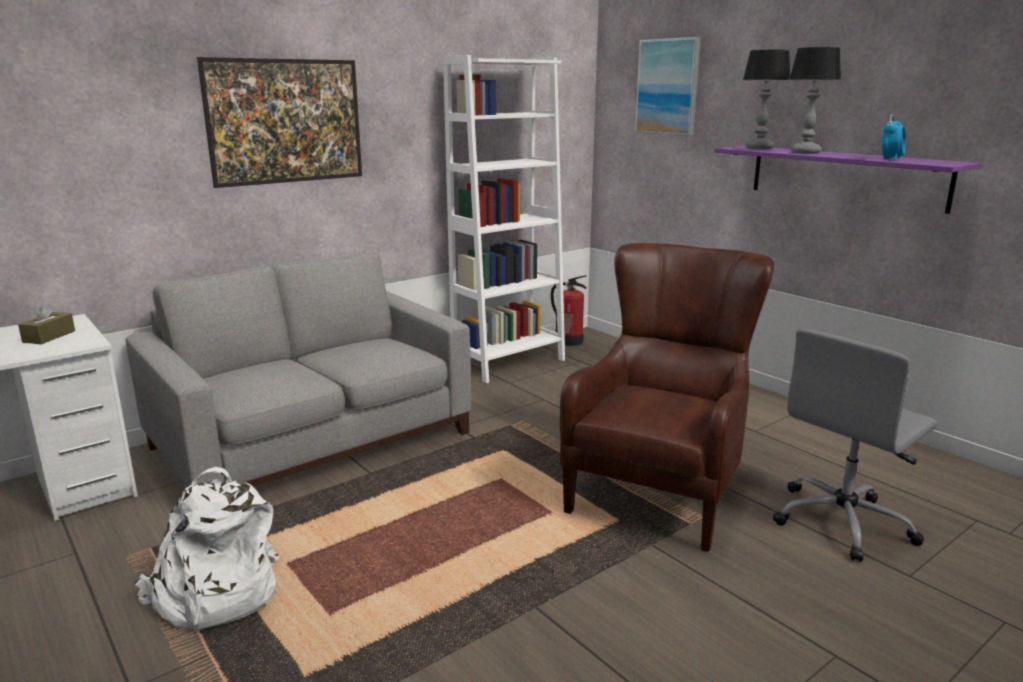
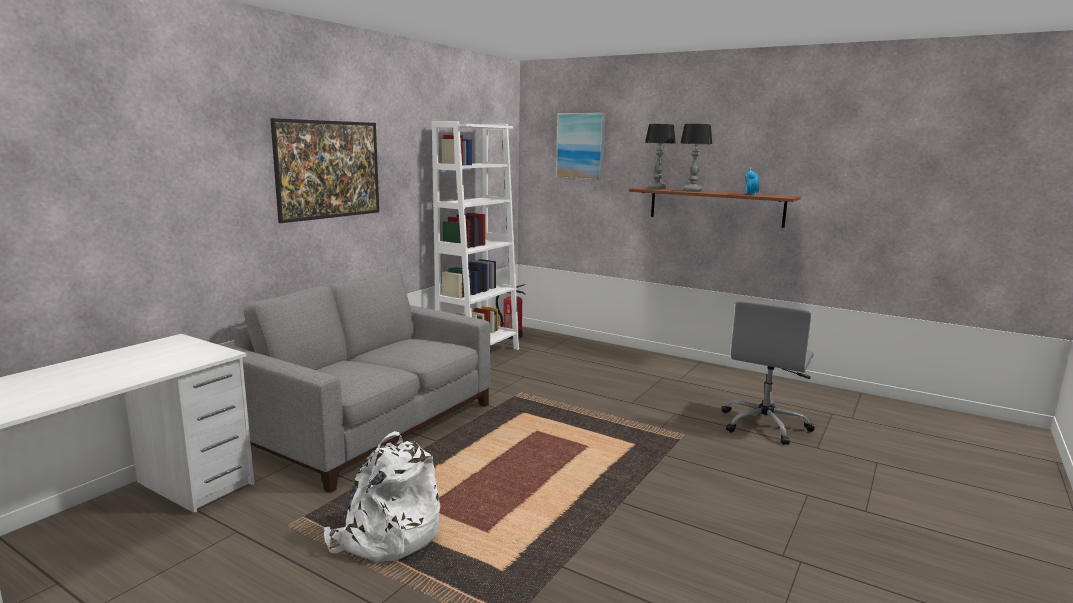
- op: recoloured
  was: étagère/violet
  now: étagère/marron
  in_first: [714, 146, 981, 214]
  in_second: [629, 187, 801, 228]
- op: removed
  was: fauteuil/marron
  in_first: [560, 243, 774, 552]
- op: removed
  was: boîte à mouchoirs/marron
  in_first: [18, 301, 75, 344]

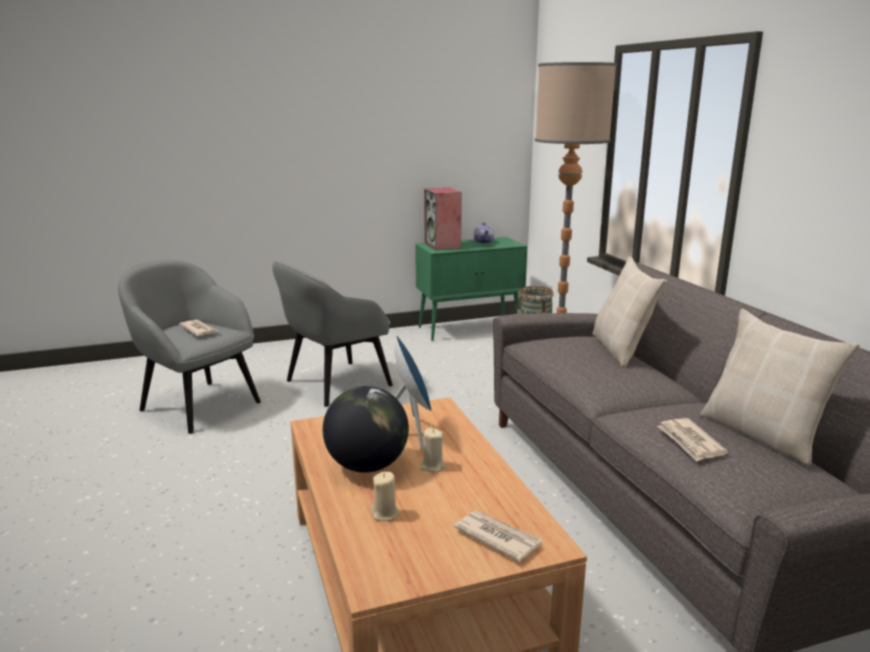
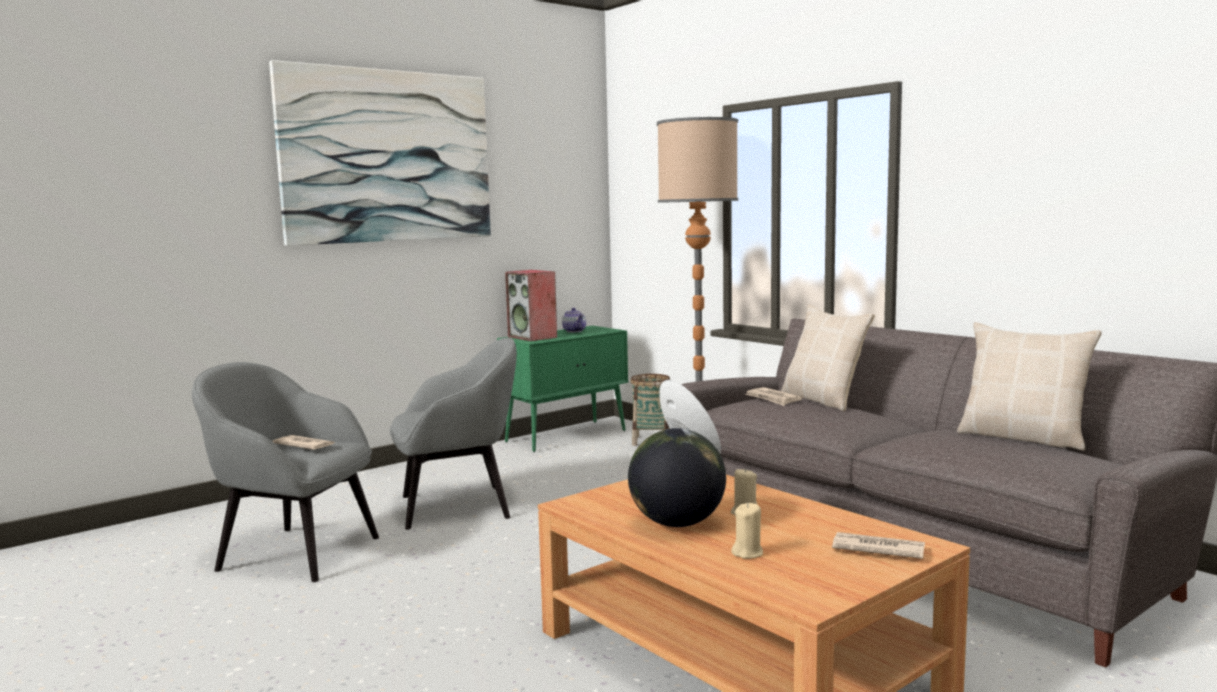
- op: turned
  was: fauteuil/gris
  in_first: [272, 261, 393, 407]
  in_second: [390, 337, 517, 530]
  clockwise: -135
- op: moved
  was: journal
  in_first: [657, 418, 728, 462]
  in_second: [745, 387, 803, 406]
- op: added
  now: tableau
  in_second: [269, 60, 491, 246]

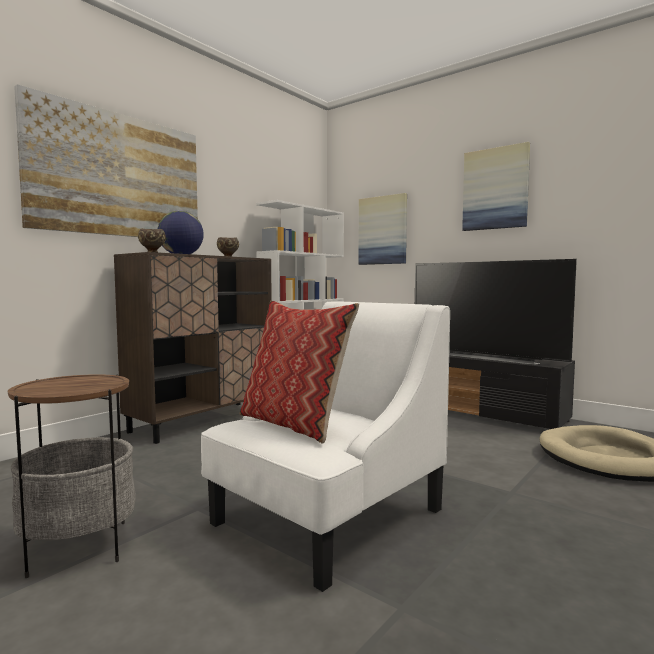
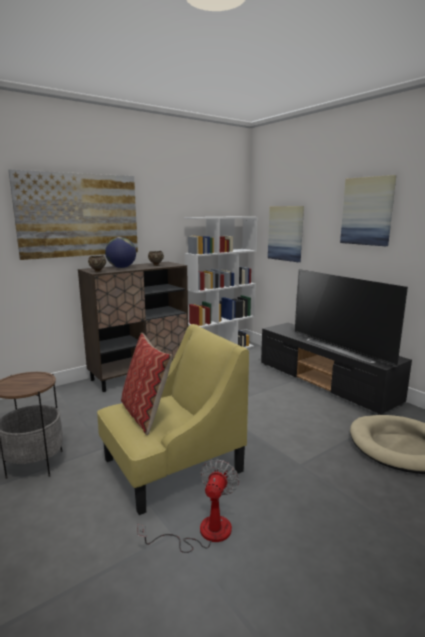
- op: recoloured
  was: fauteuil/blanc
  now: fauteuil/jaune
  in_first: [201, 301, 450, 592]
  in_second: [97, 324, 249, 515]
- op: added
  now: ventilateur
  in_second: [137, 459, 239, 553]

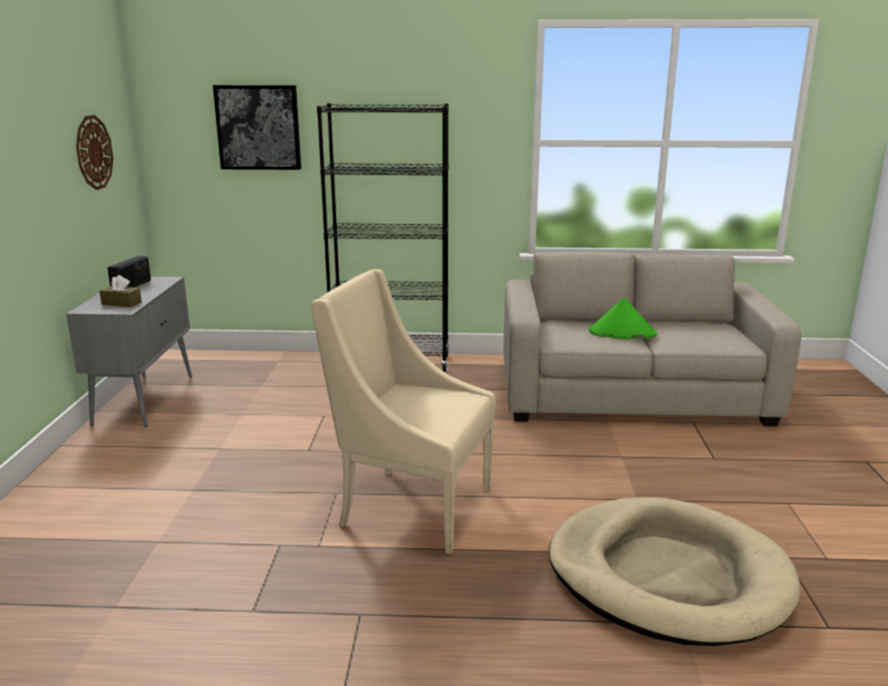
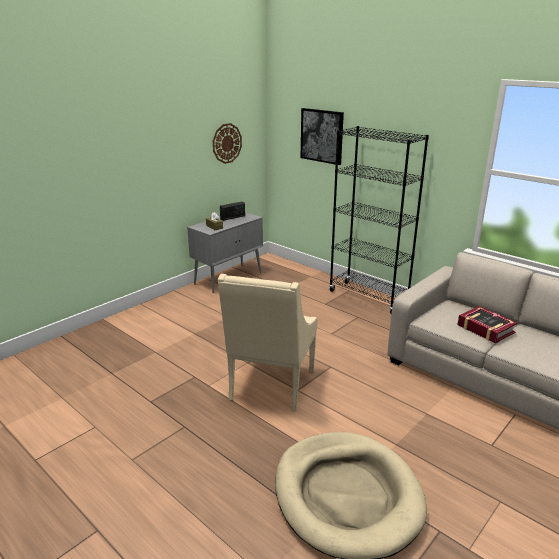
- op: turned
  was: fauteuil/beige
  in_first: [311, 269, 496, 554]
  in_second: [218, 274, 317, 412]
  clockwise: -135
- op: replaced
  was: chapeau/vert
  now: livre
  in_first: [589, 297, 657, 339]
  in_second: [457, 306, 517, 343]

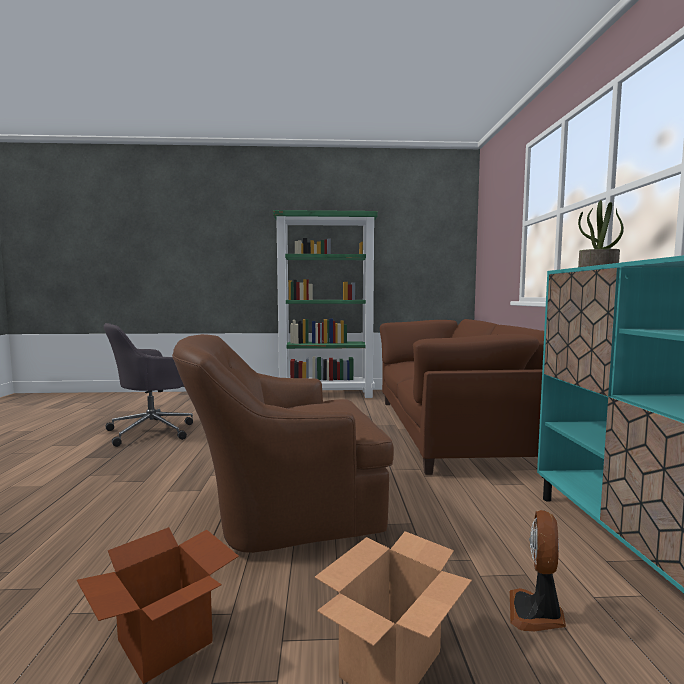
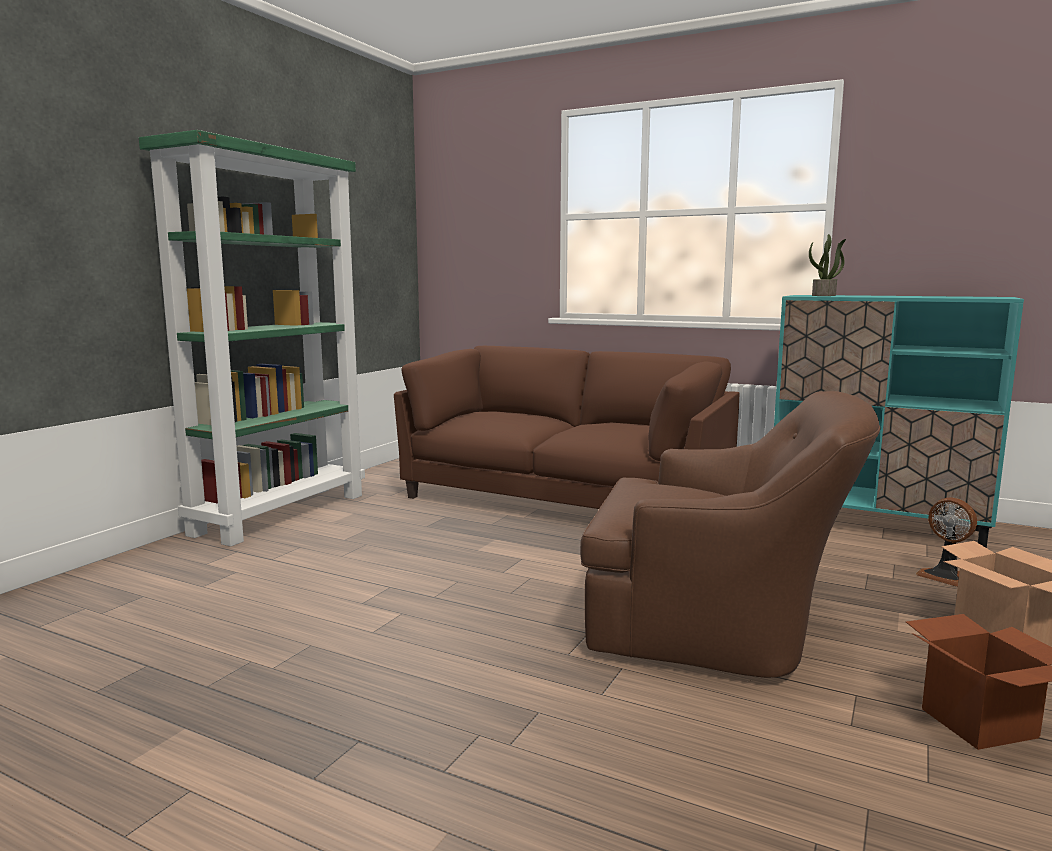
- op: removed
  was: chaise de bureau/gris
  in_first: [104, 323, 193, 447]
- op: turned
  was: fauteuil/marron
  in_first: [172, 334, 394, 553]
  in_second: [580, 391, 880, 678]
  clockwise: -90

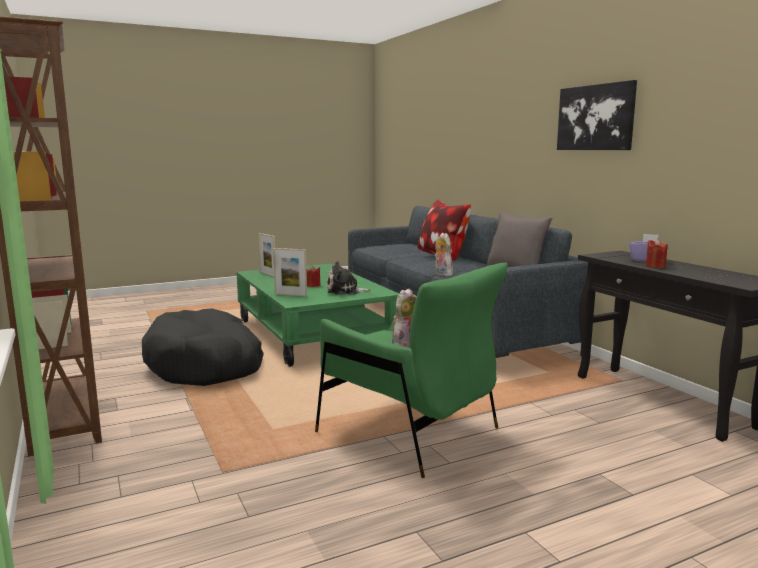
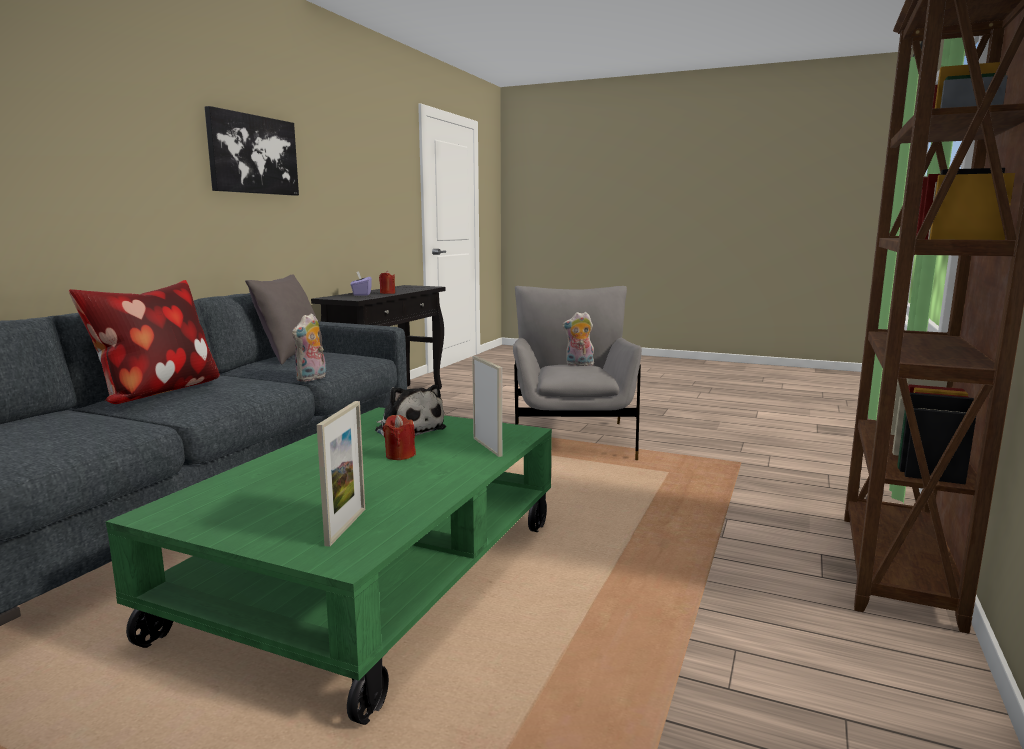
- op: recoloured
  was: fauteuil/vert
  now: fauteuil/gris
  in_first: [315, 263, 508, 478]
  in_second: [513, 286, 642, 460]
- op: removed
  was: panier pour chien/noir
  in_first: [142, 308, 264, 386]

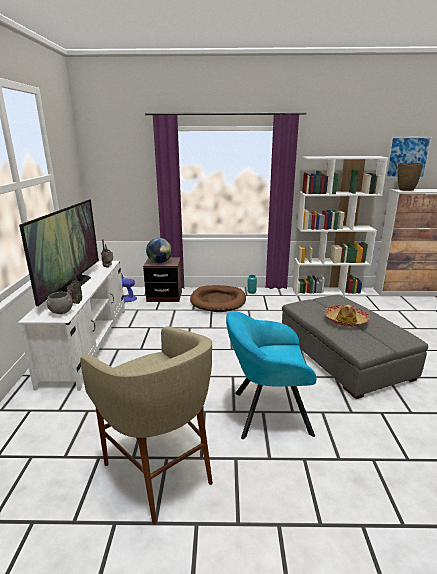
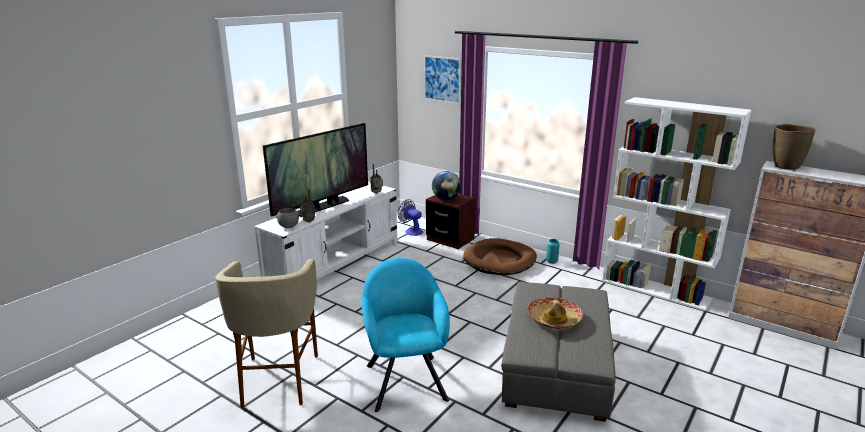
- op: moved
  was: tableau
  in_first: [385, 137, 432, 178]
  in_second: [424, 55, 461, 104]
- op: turned
  was: fauteuil/turquoise
  in_first: [226, 311, 316, 439]
  in_second: [362, 258, 450, 412]
  clockwise: 45

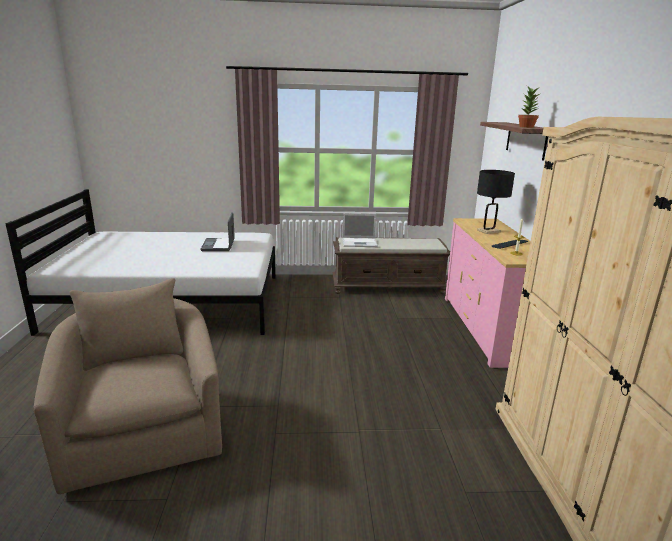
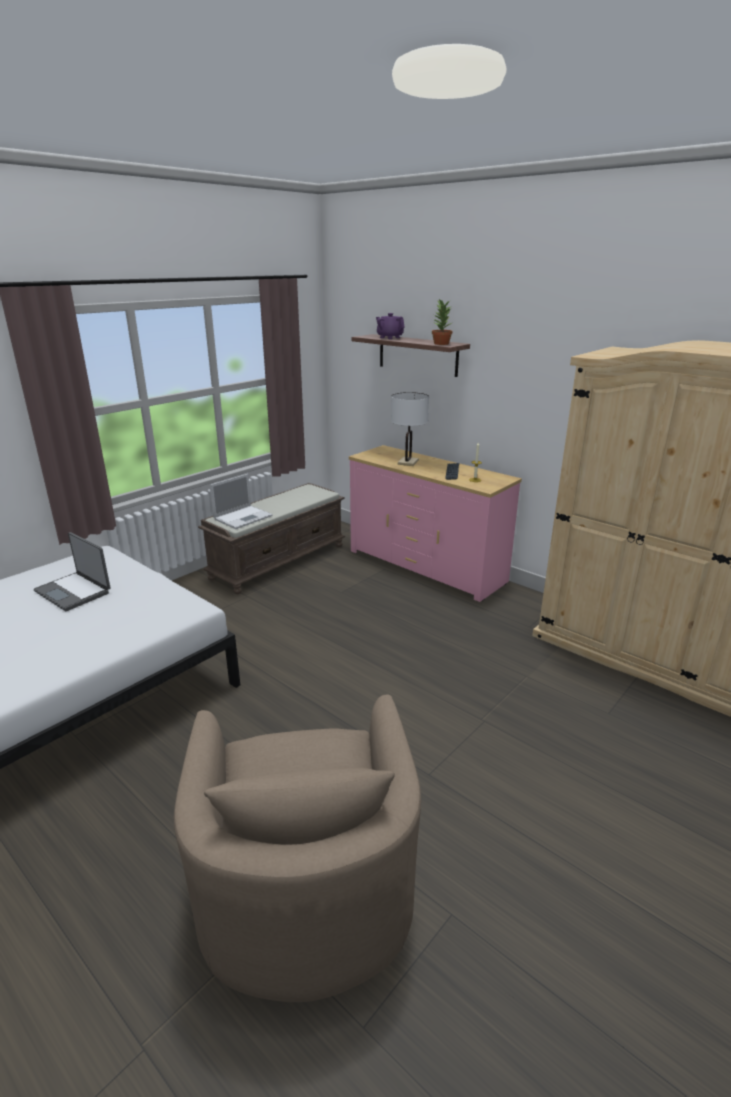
- op: recoloured
  was: lampe de table/noir
  now: lampe de table/blanc
  in_first: [477, 170, 515, 234]
  in_second: [391, 392, 429, 466]
- op: turned
  was: fauteuil/beige
  in_first: [33, 278, 222, 494]
  in_second: [174, 694, 421, 1002]
  clockwise: -120
- op: added
  now: théière/violet
  in_second: [376, 313, 405, 339]

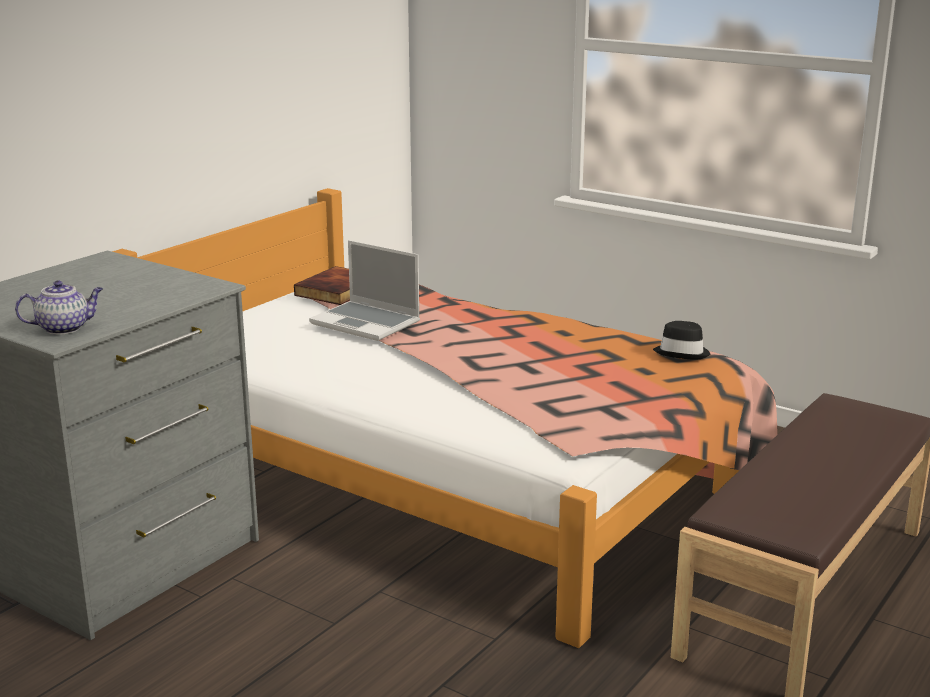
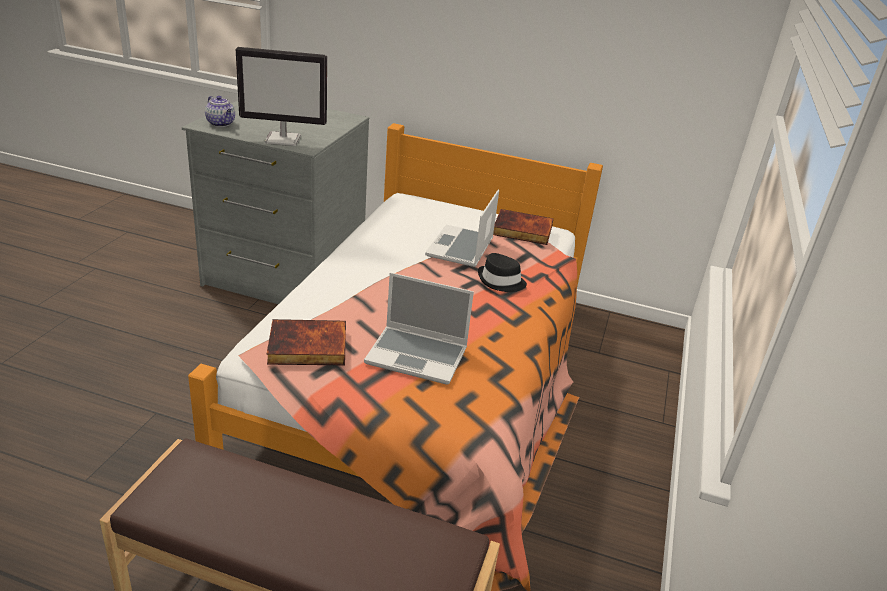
- op: moved
  was: chapeau/noir
  in_first: [653, 321, 710, 360]
  in_second: [478, 253, 527, 292]
- op: added
  now: écran d'ordinateur
  in_second: [236, 47, 327, 146]
- op: added
  now: ordinateur portable
  in_second: [364, 273, 474, 385]
- op: added
  now: livre
  in_second: [267, 319, 346, 365]

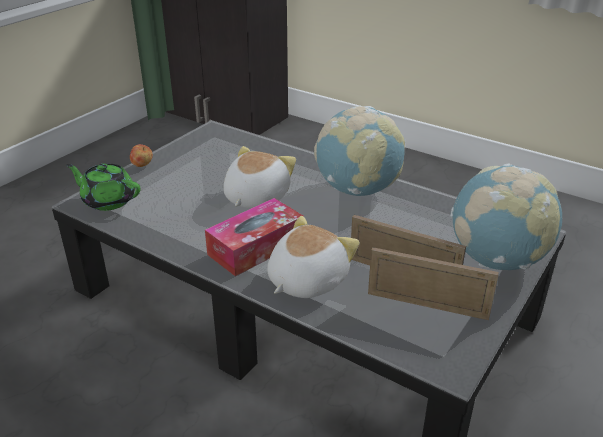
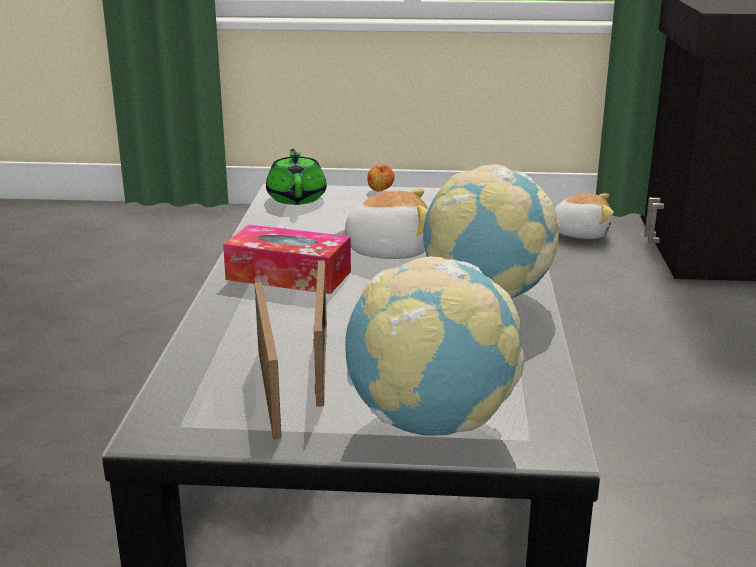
- op: moved
  was: peluche
  in_first: [267, 216, 360, 298]
  in_second: [555, 193, 614, 239]

